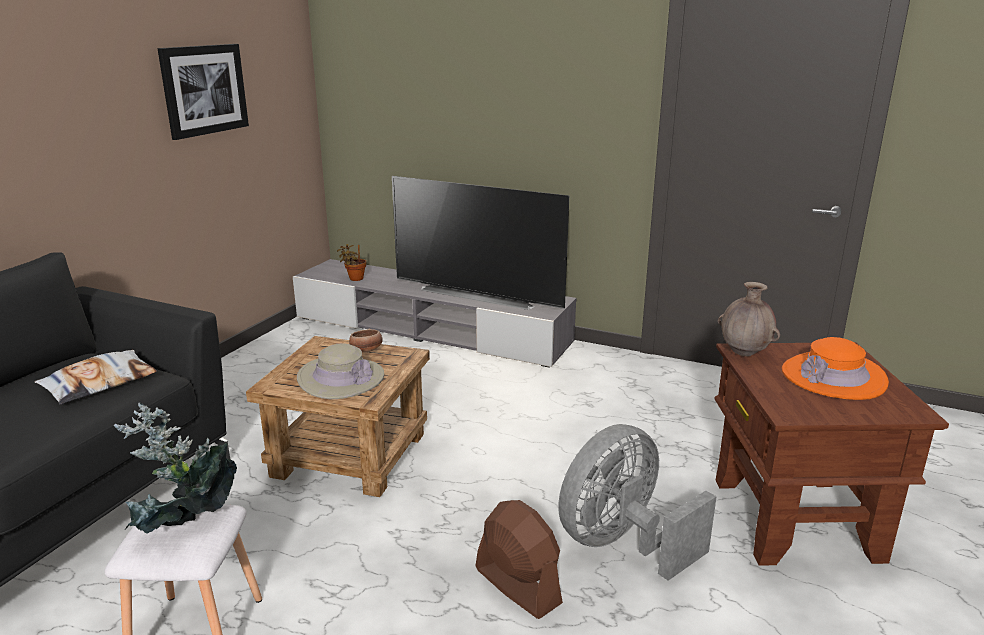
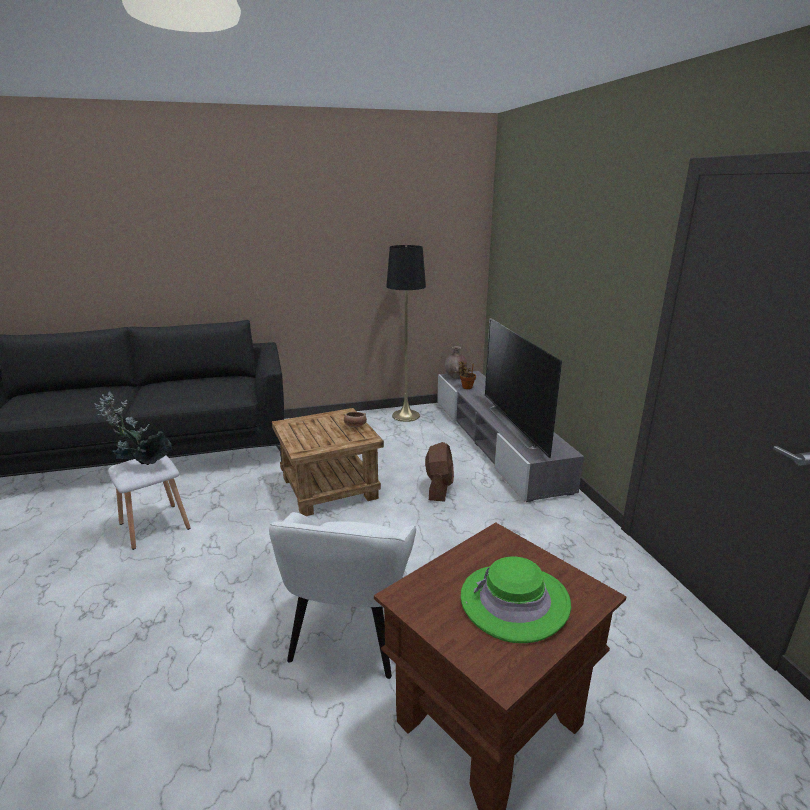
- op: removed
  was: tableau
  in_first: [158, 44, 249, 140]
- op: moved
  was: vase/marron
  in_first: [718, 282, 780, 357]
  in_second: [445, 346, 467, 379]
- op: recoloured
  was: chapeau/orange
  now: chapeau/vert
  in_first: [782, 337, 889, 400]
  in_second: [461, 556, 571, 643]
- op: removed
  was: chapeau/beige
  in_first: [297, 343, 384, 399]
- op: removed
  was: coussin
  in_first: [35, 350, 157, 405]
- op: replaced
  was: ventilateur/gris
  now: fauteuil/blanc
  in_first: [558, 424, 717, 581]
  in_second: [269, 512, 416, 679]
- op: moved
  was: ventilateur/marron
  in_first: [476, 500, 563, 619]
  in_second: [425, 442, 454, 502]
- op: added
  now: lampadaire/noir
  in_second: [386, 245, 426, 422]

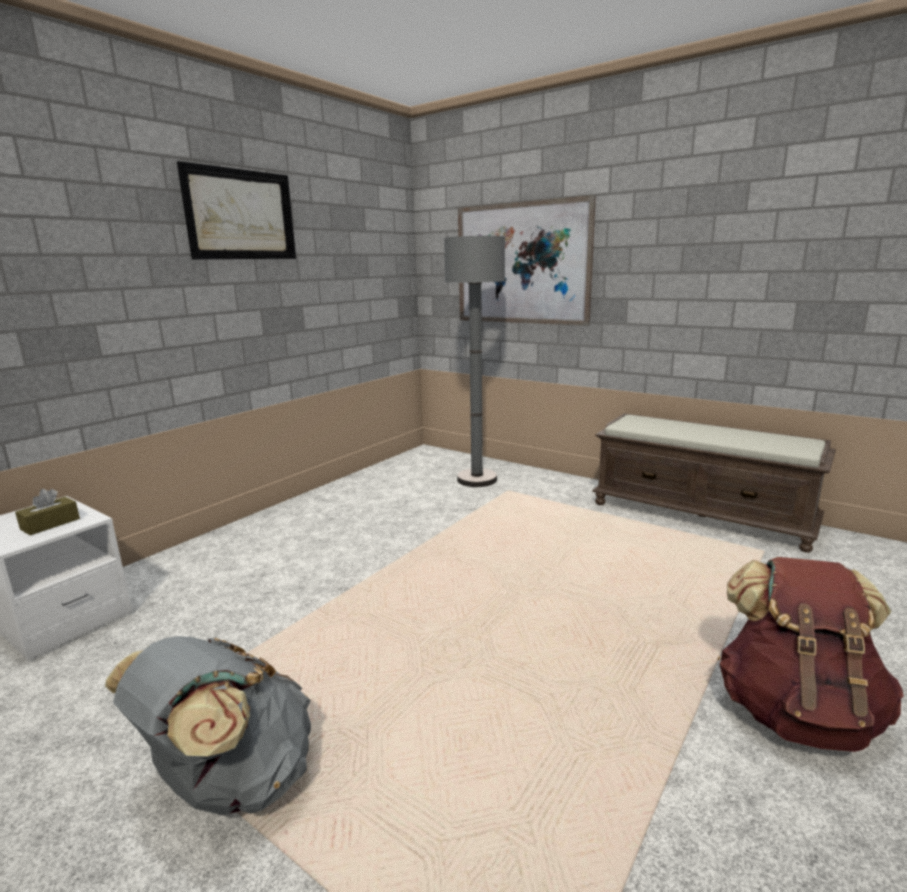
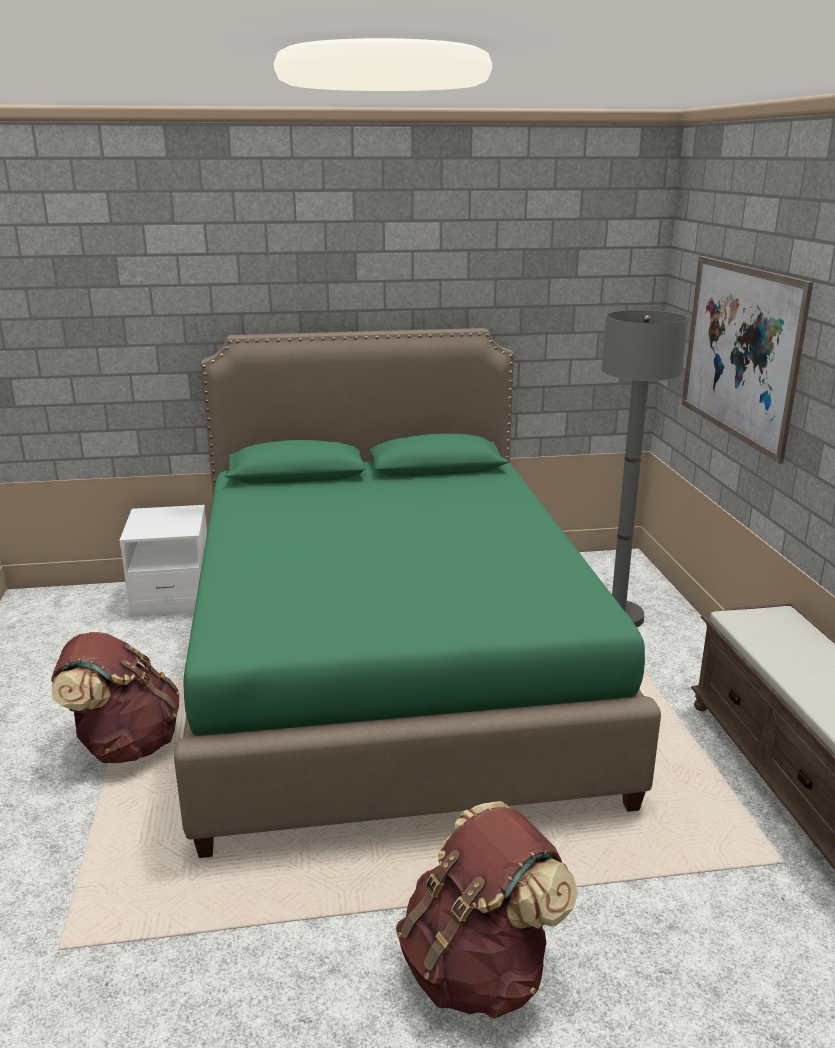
- op: removed
  was: tableau
  in_first: [177, 161, 296, 260]
- op: removed
  was: boîte à mouchoirs/marron
  in_first: [15, 489, 80, 535]
- op: recoloured
  was: sac à dos/gris
  now: sac à dos/marron
  in_first: [105, 636, 311, 815]
  in_second: [51, 632, 180, 763]
- op: added
  now: lit/vert
  in_second: [174, 328, 661, 858]

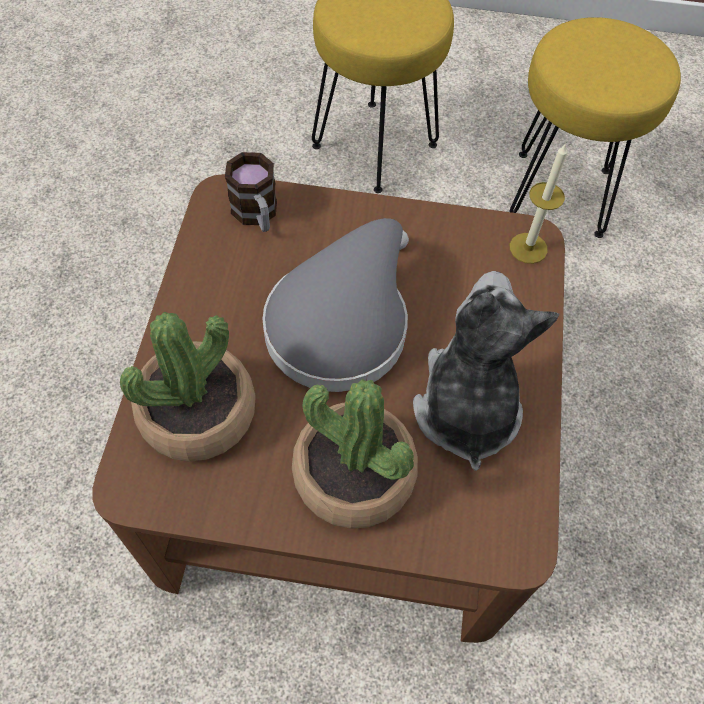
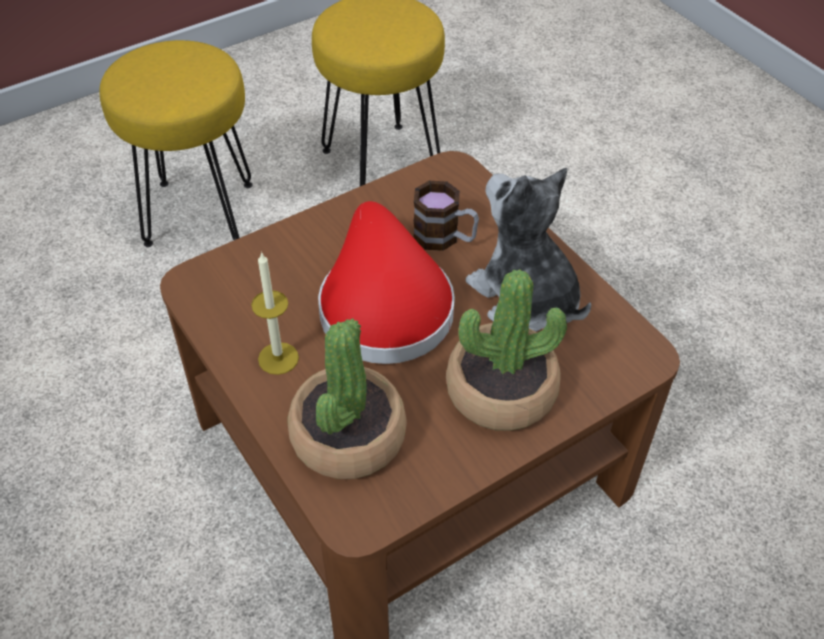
- op: moved
  was: bougie
  in_first: [510, 143, 567, 264]
  in_second: [251, 252, 299, 375]
- op: moved
  was: mug
  in_first: [225, 152, 277, 232]
  in_second: [413, 181, 479, 251]
- op: recoloured
  was: chapeau/gris
  now: chapeau/rouge
  in_first: [262, 218, 409, 392]
  in_second: [318, 201, 455, 364]

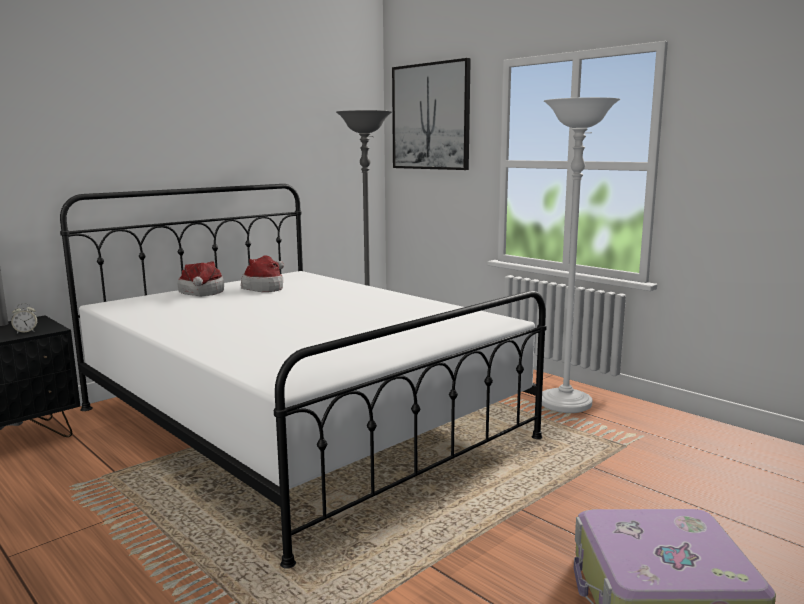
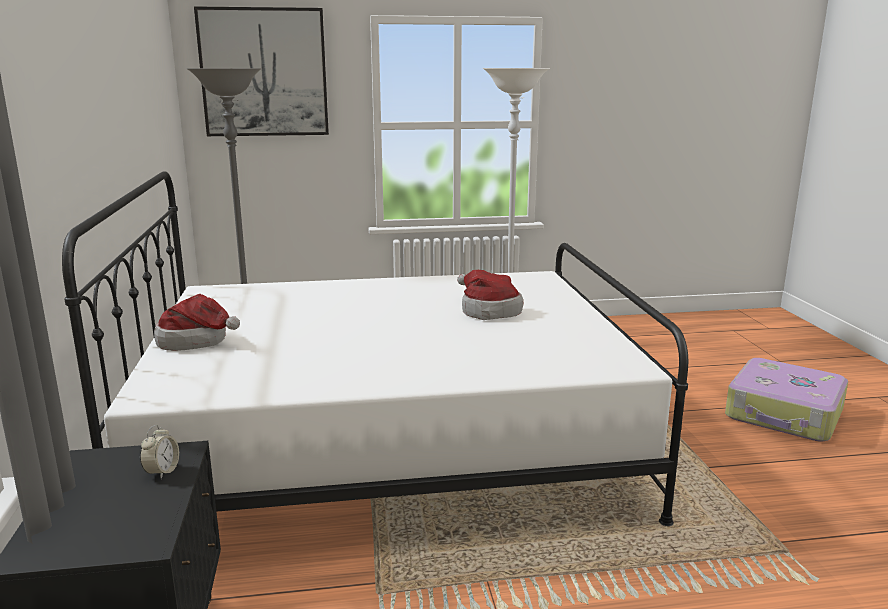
- op: moved
  was: chapeau
  in_first: [241, 256, 284, 292]
  in_second: [457, 270, 523, 320]

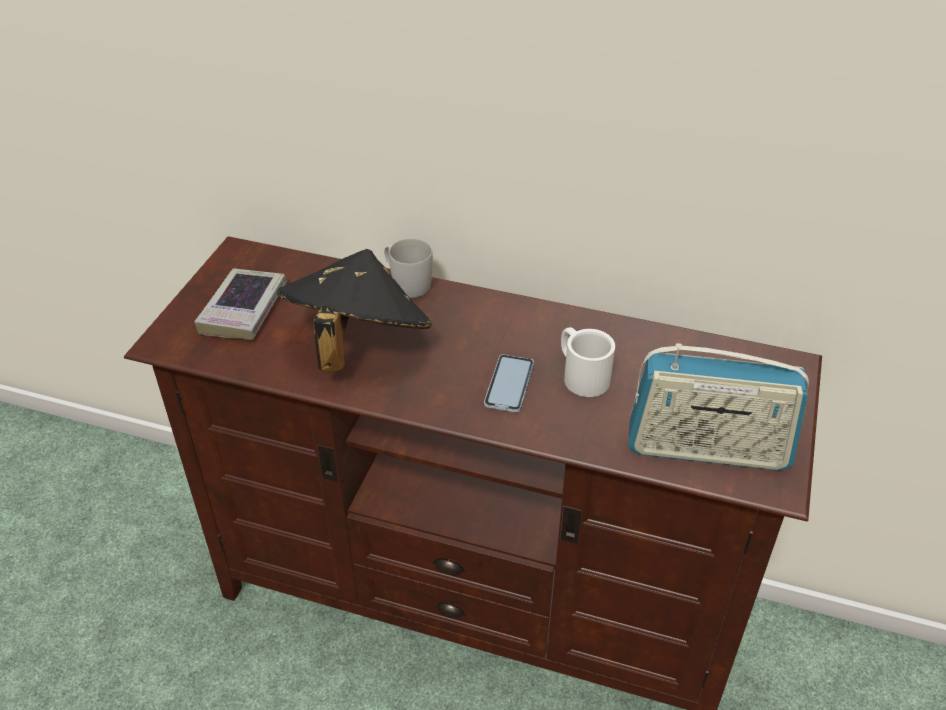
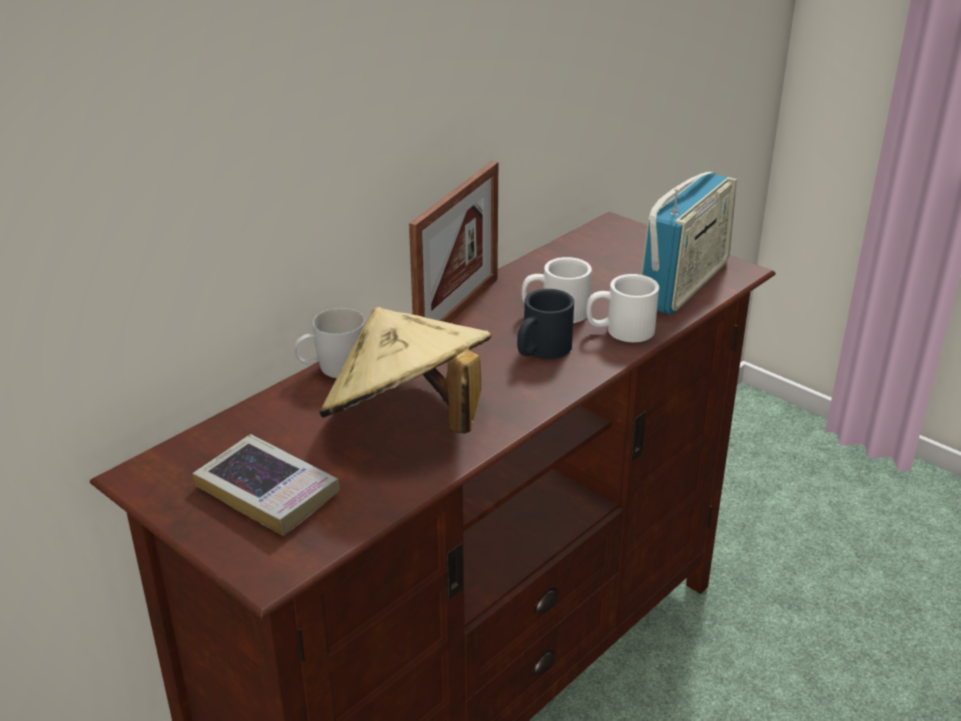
- op: recoloured
  was: chapeau/noir
  now: chapeau/beige
  in_first: [277, 249, 432, 373]
  in_second: [319, 307, 491, 434]
- op: replaced
  was: téléphone
  now: mug/noir
  in_first: [484, 354, 534, 412]
  in_second: [517, 289, 574, 359]
- op: added
  now: cadre photo
  in_second: [409, 161, 498, 323]
- op: added
  now: mug/blanc
  in_second: [586, 274, 659, 342]

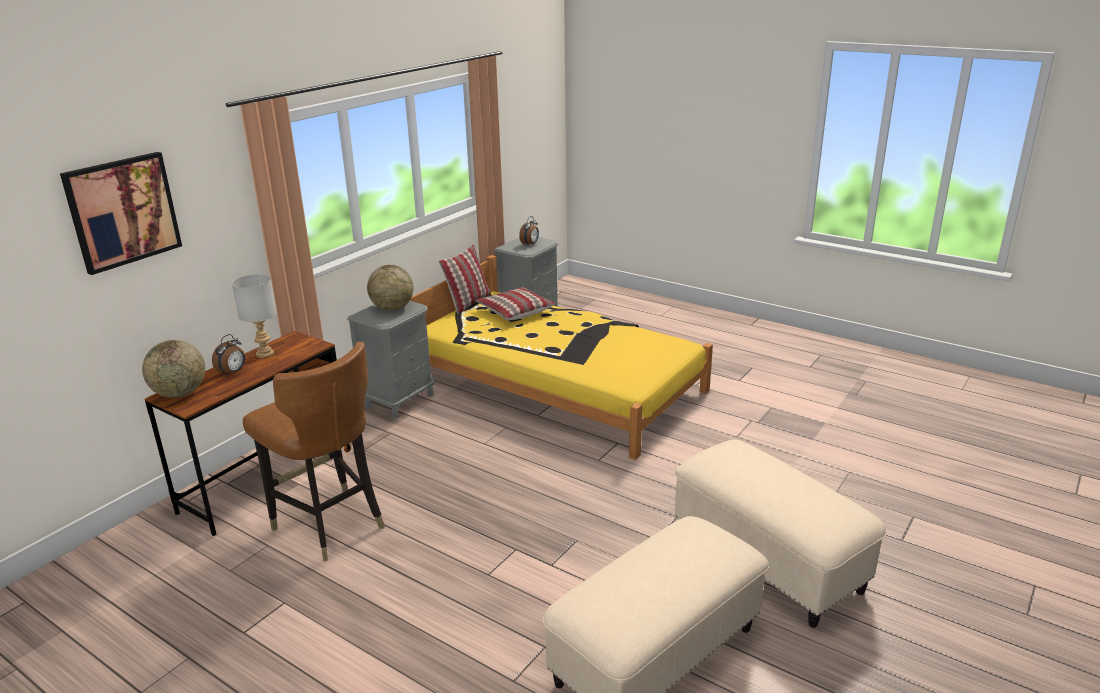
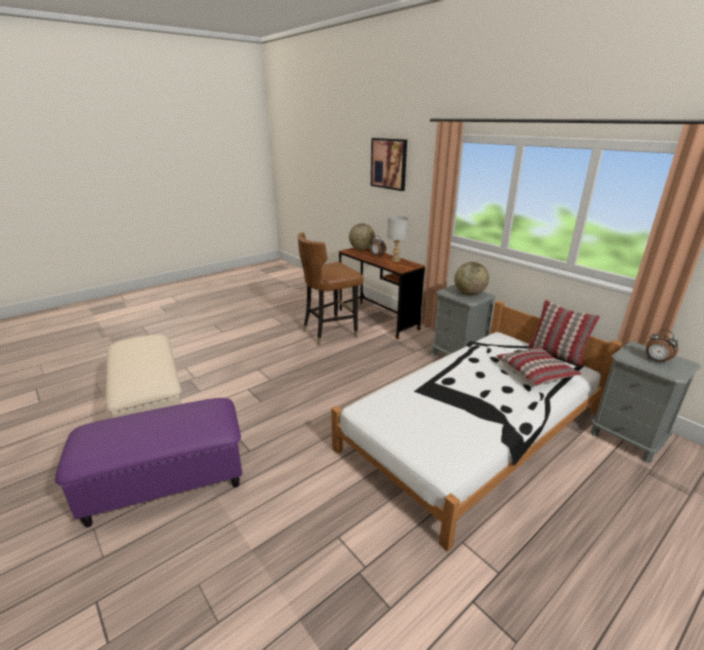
- op: recoloured
  was: lit/jaune
  now: lit/blanc
  in_first: [410, 255, 713, 460]
  in_second: [331, 301, 622, 552]
- op: recoloured
  was: pouf/beige
  now: pouf/violet
  in_first: [674, 439, 886, 628]
  in_second: [55, 398, 242, 527]

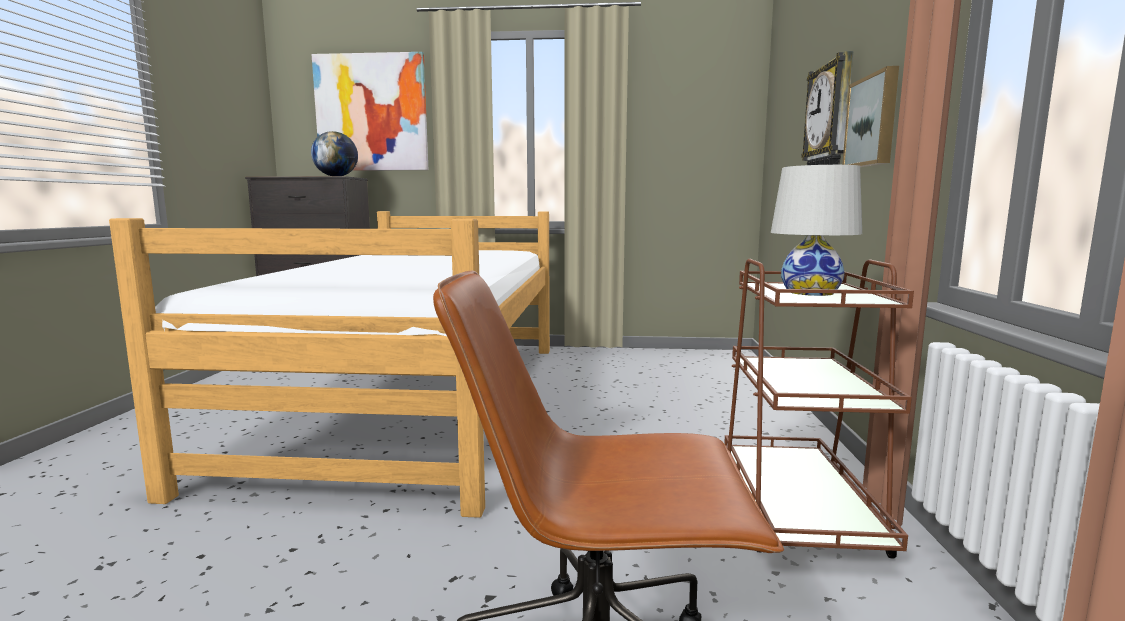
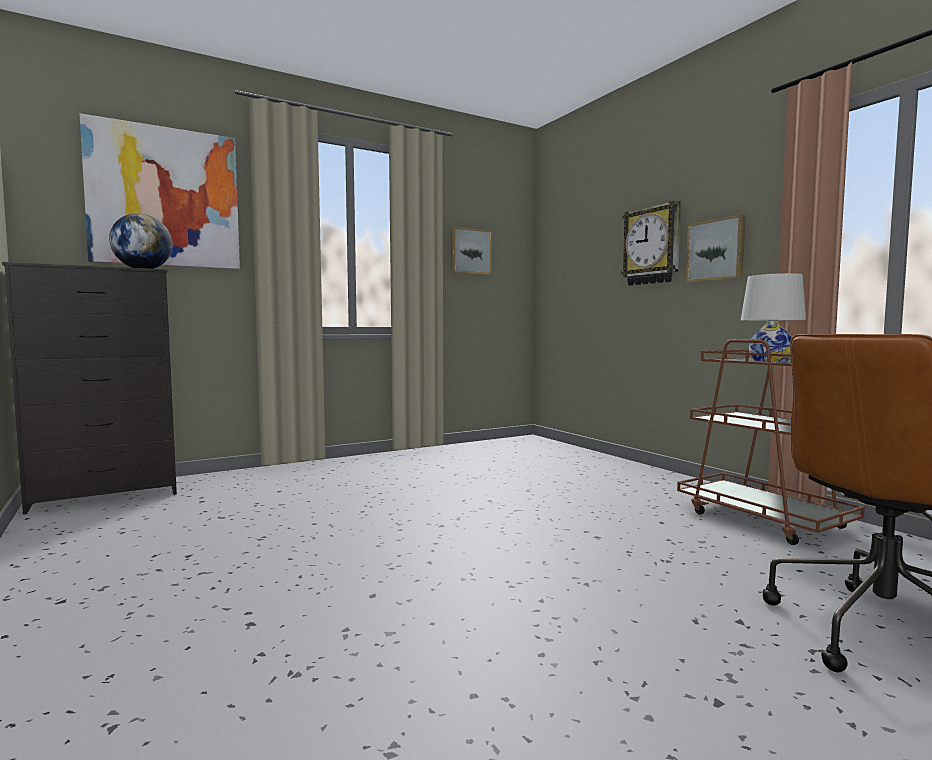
- op: removed
  was: lit
  in_first: [109, 211, 550, 518]
- op: added
  now: tableau
  in_second: [451, 227, 492, 275]

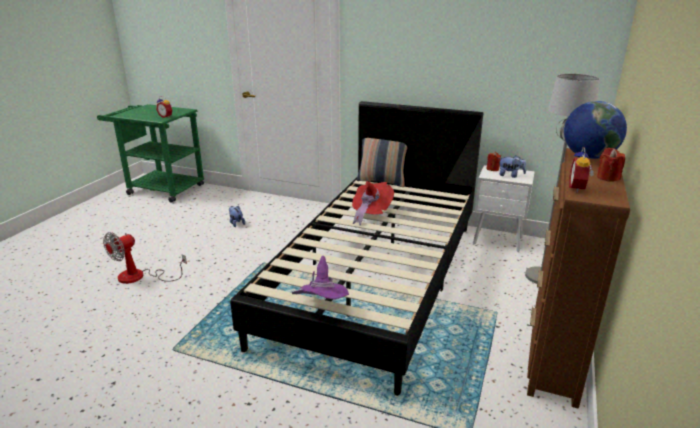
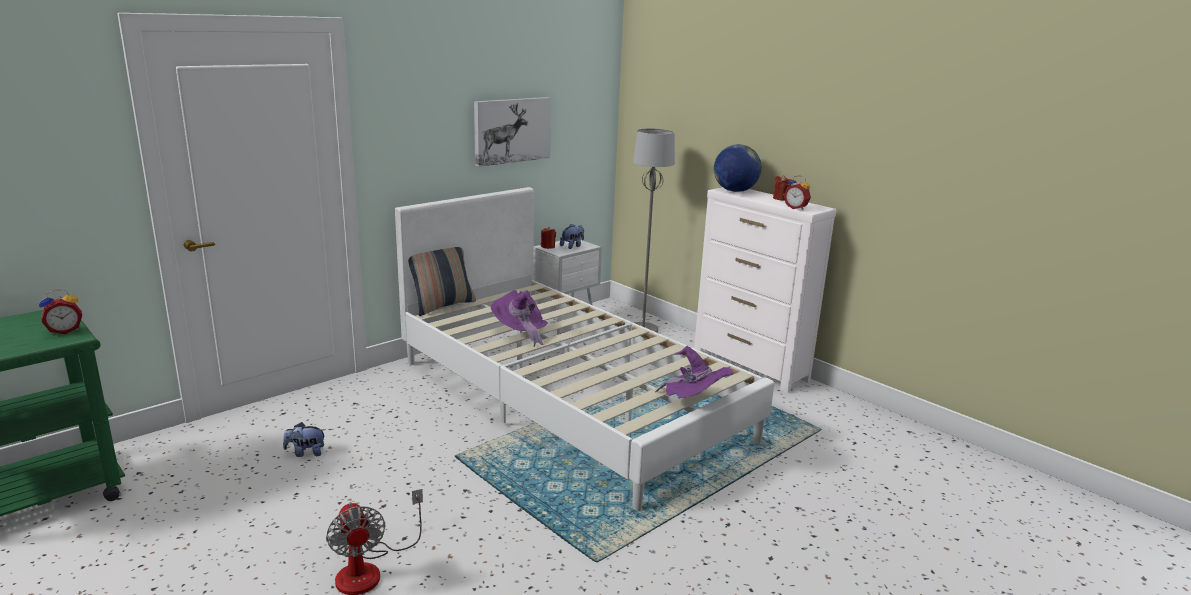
- op: recoloured
  was: lit/noir
  now: lit/blanc
  in_first: [230, 101, 483, 396]
  in_second: [395, 187, 774, 511]
- op: recoloured
  was: commode/marron
  now: commode/blanc
  in_first: [527, 148, 630, 409]
  in_second: [694, 187, 837, 393]
- op: recoloured
  was: chapeau/rouge
  now: chapeau/violet
  in_first: [352, 181, 394, 226]
  in_second: [491, 290, 548, 347]
- op: added
  now: tableau
  in_second: [474, 97, 551, 167]

